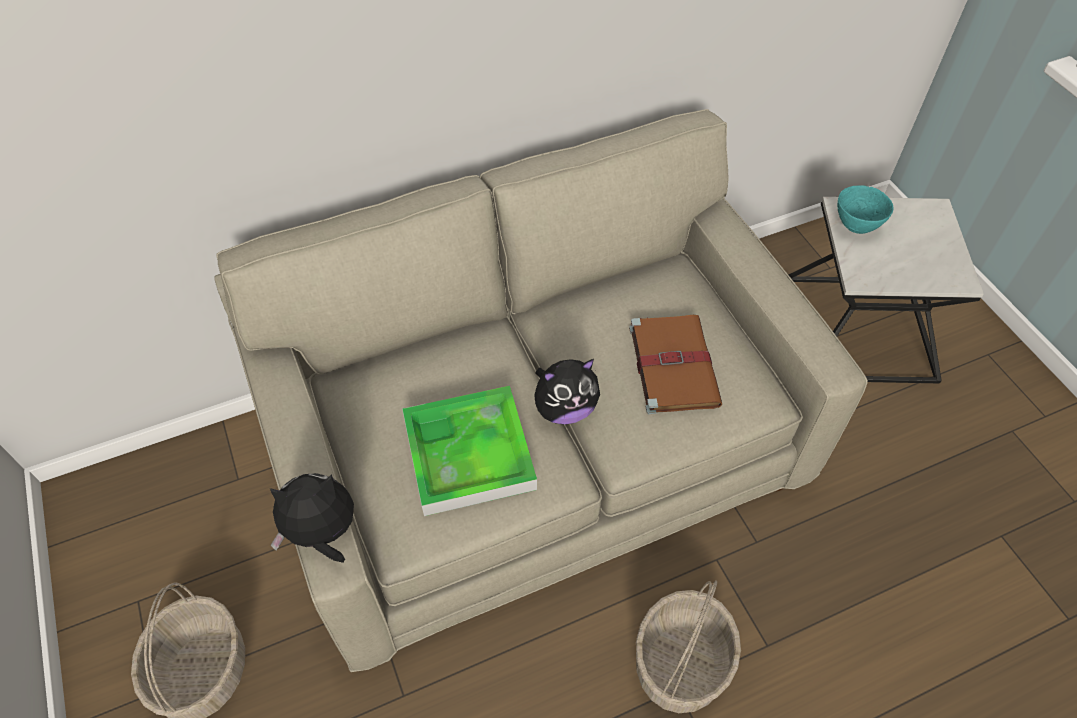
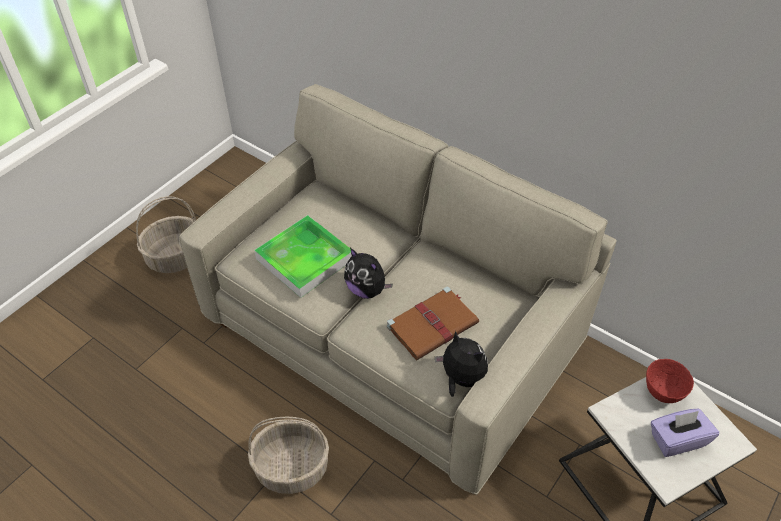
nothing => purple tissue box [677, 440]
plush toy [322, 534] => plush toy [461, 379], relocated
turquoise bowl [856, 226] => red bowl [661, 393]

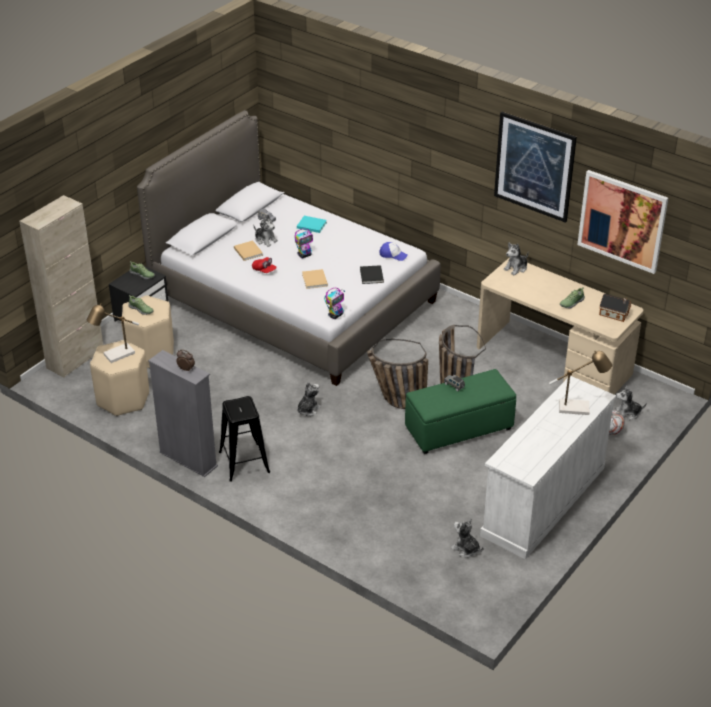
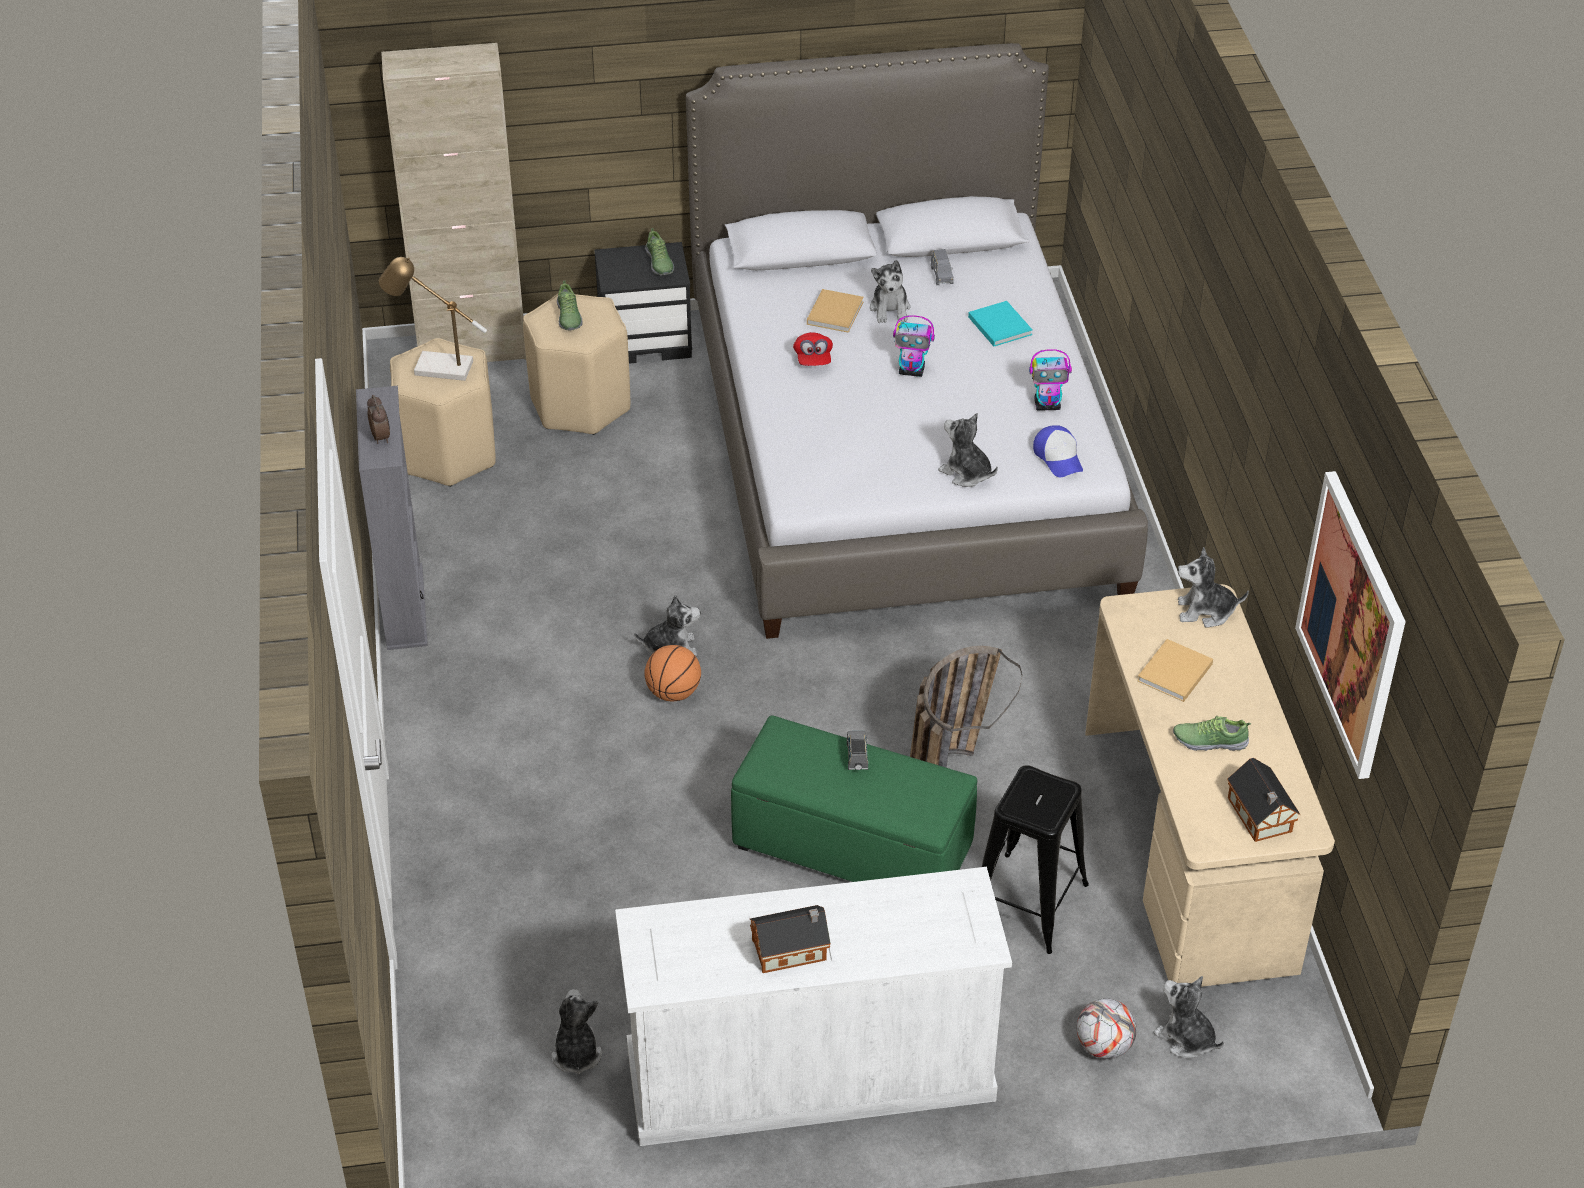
basket [395, 400] => nothing
picture [534, 166] => nothing
table lamp [578, 408] => nothing
nothing => basketball [673, 693]
nothing => toy house [792, 950]
black stool [244, 462] => black stool [1027, 902], relocated
beige book [314, 280] => beige book [1173, 674], relocated
toy robot [335, 315] => toy robot [1047, 405], relocated
black book [371, 276] => plush toy [966, 473]

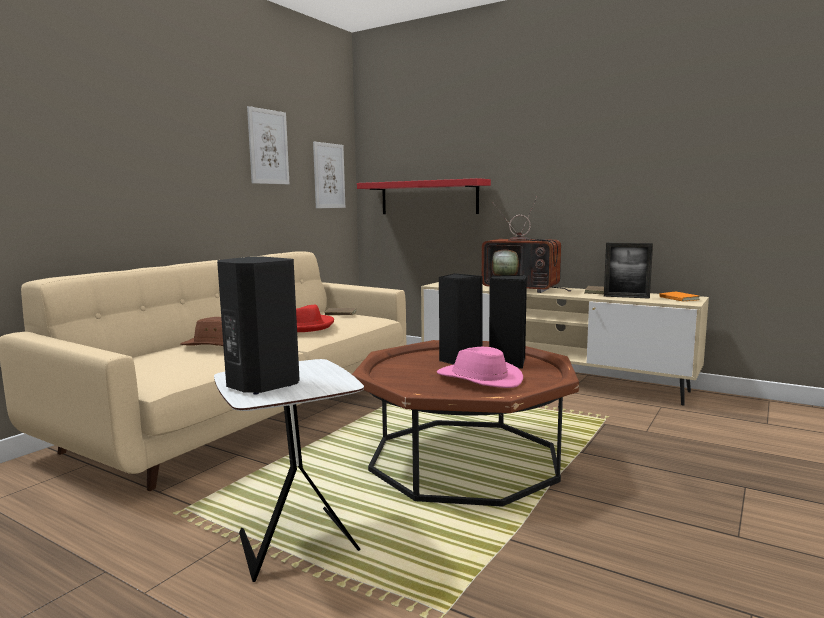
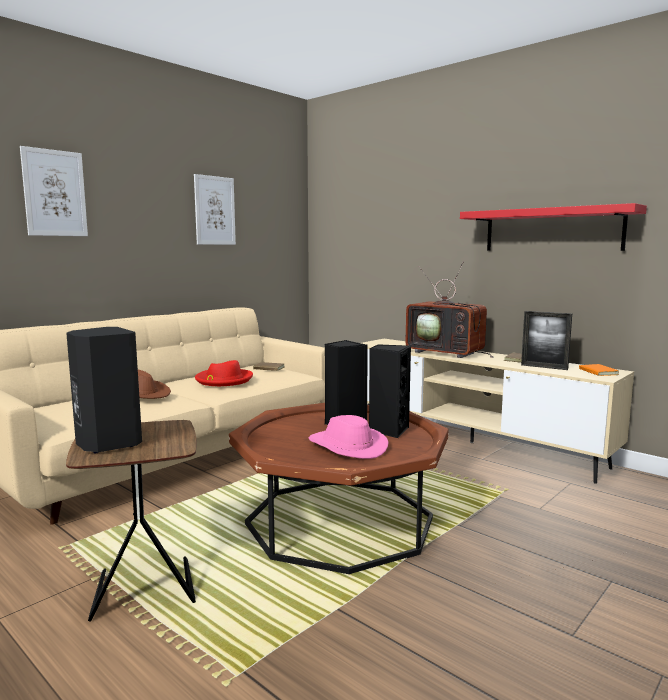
picture [329, 176] => picture [54, 193], relocated
red shelf [428, 197] => red shelf [552, 230], relocated
white side table [293, 541] => brown side table [143, 586]

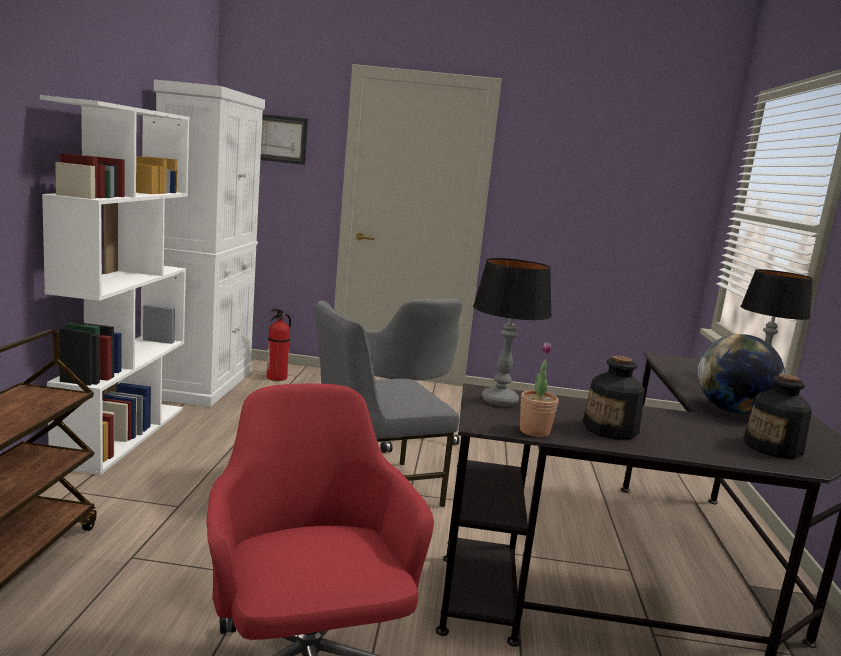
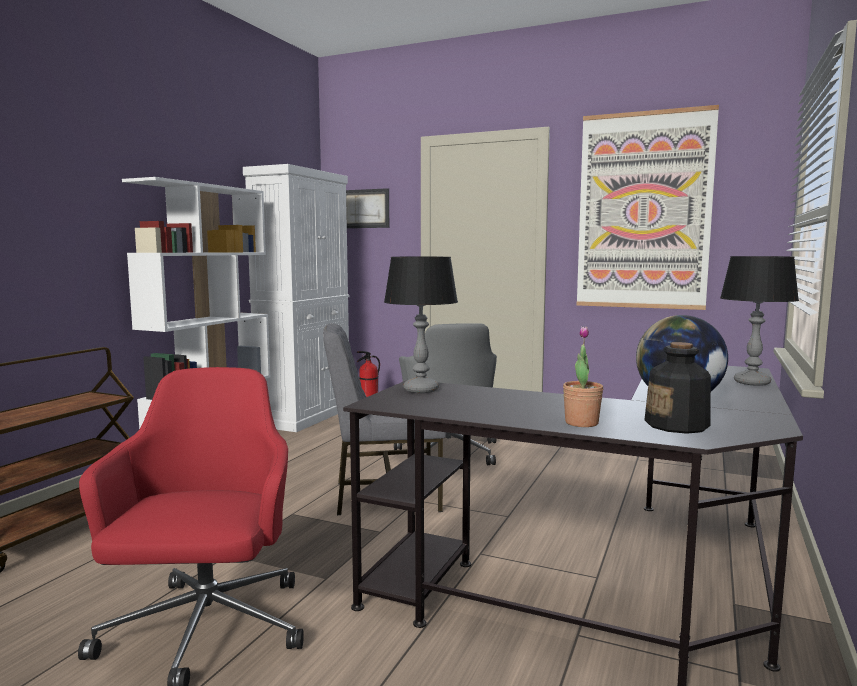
bottle [610, 429] => nothing
nothing => picture [643, 211]
potted plant [534, 431] => potted plant [581, 423], relocated

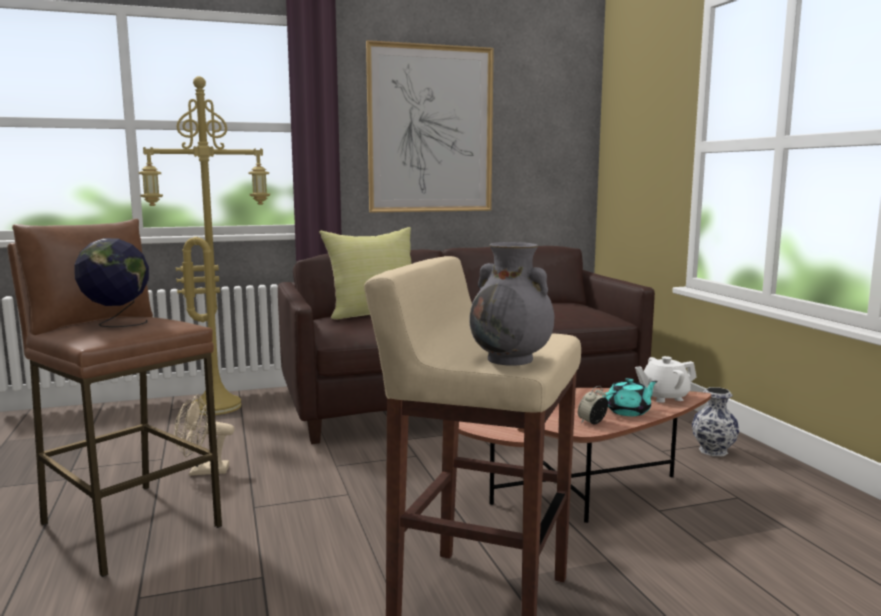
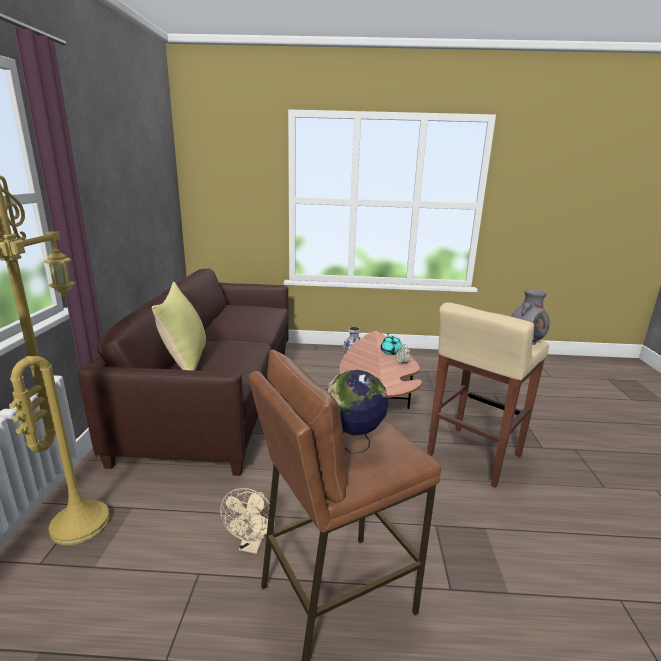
picture [430, 129] => nothing
white teapot [663, 397] => nothing

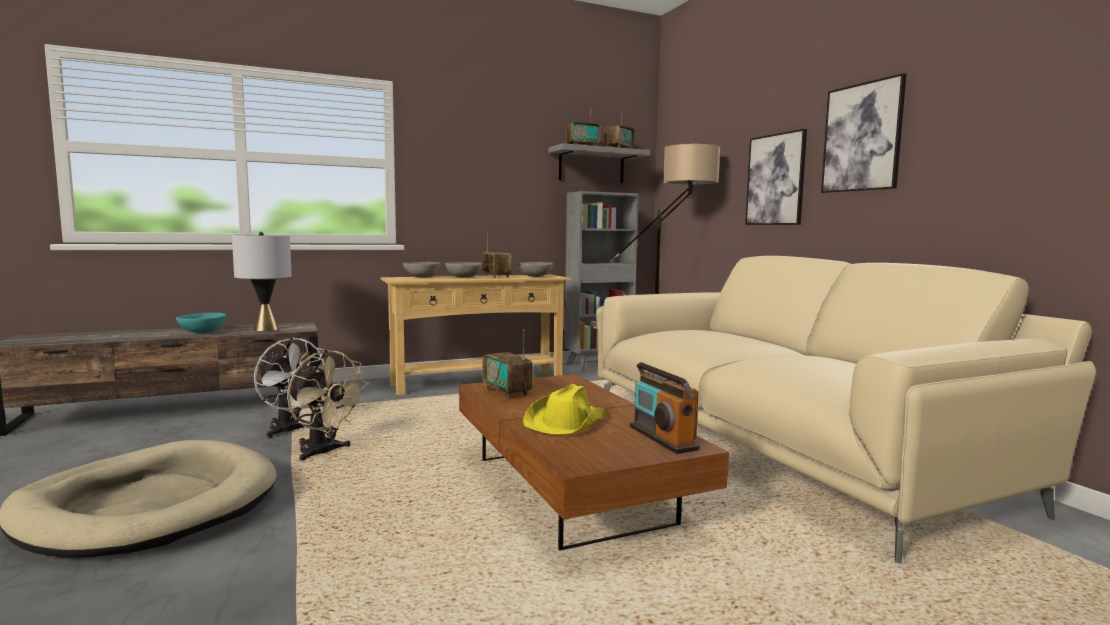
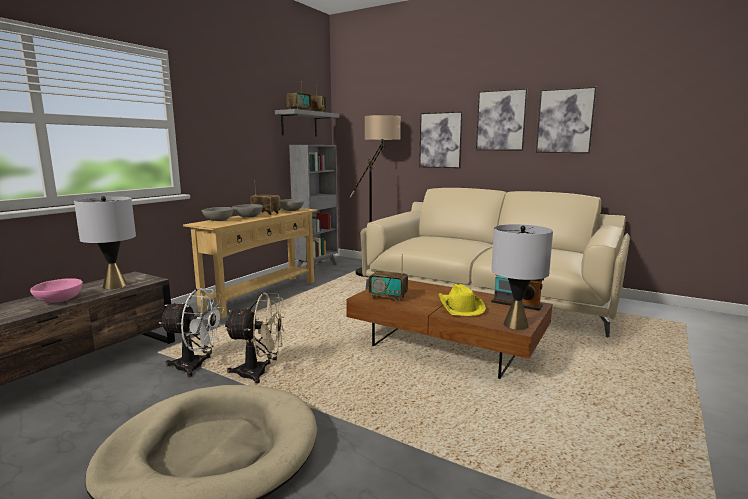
nothing => grey table lamp [515, 325]
nothing => picture [565, 121]
turquoise bowl [201, 332] => pink bowl [58, 301]

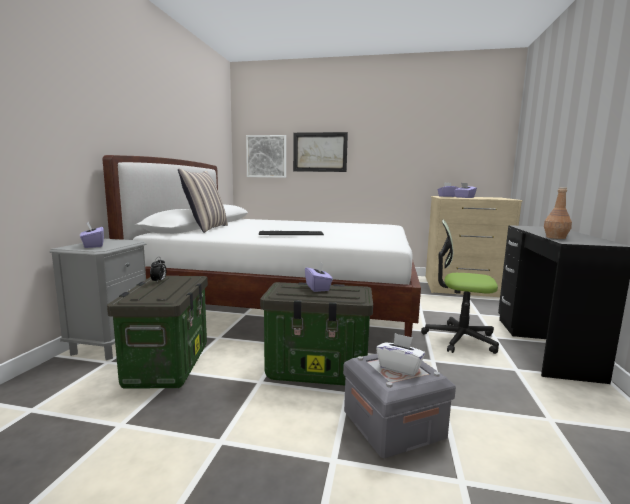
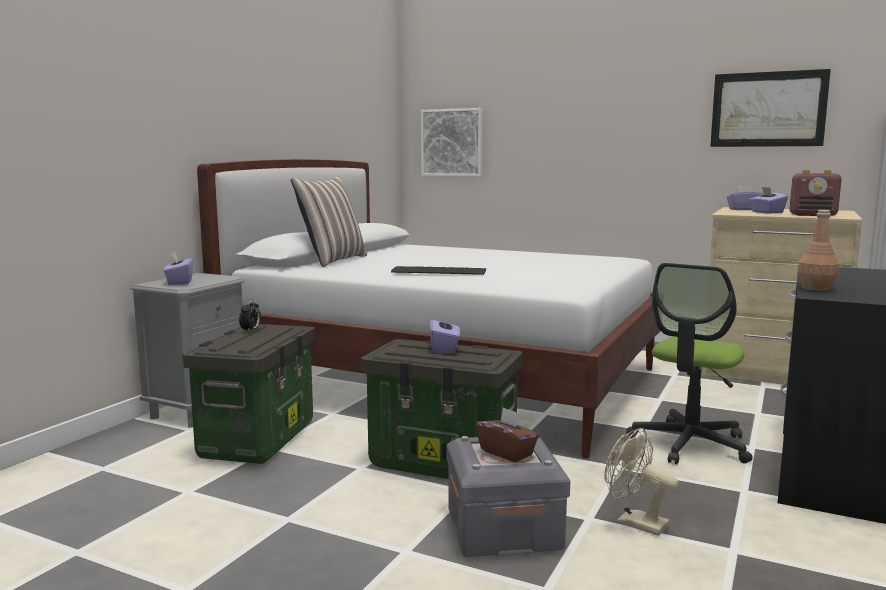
nothing => beige fan [634, 522]
nothing => radio [813, 215]
picture [320, 152] => picture [768, 109], relocated
white tissue box [400, 368] => brown tissue box [507, 452]
office chair [460, 338] => office chair [690, 444], 90 degrees counterclockwise

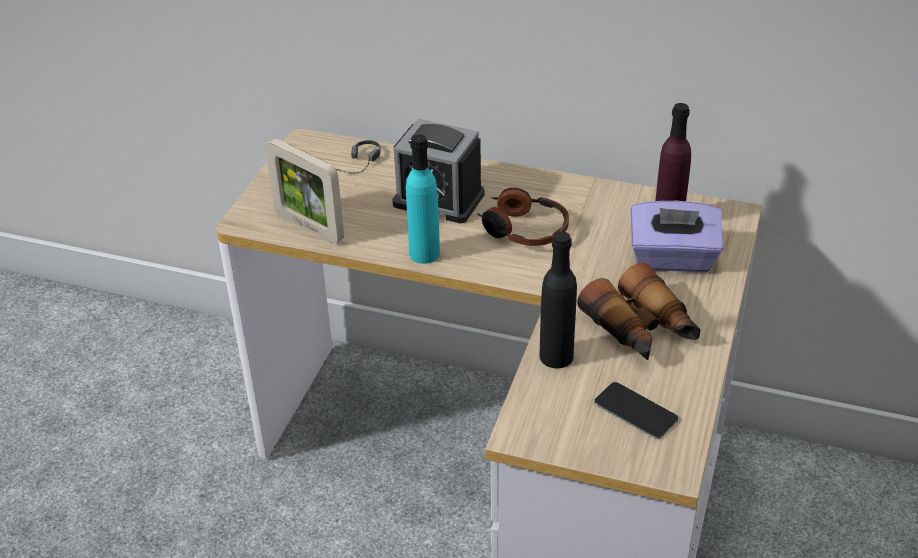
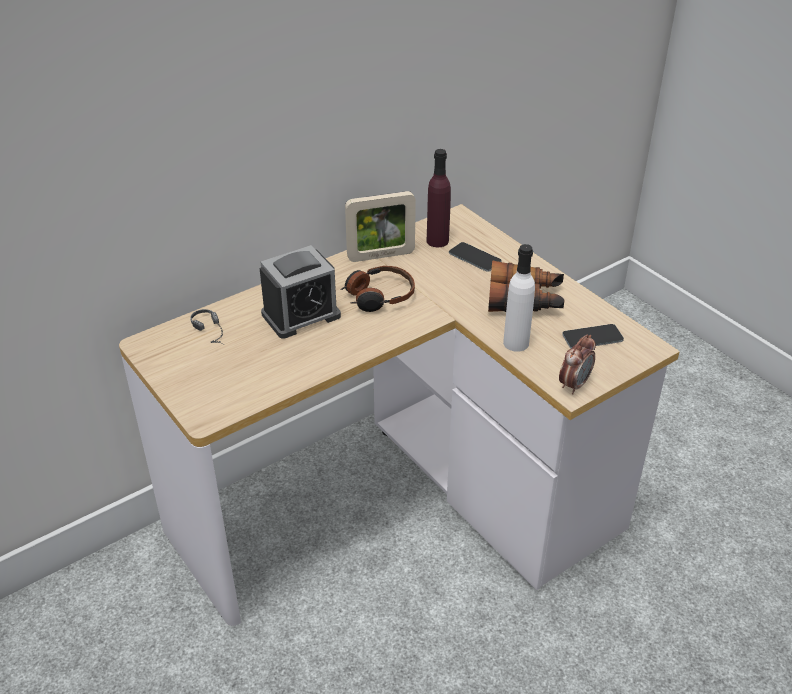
turquoise bottle [424, 254] => nothing
nothing => alarm clock [574, 384]
picture frame [309, 227] => picture frame [381, 255], relocated
purple tissue box [672, 259] => phone [474, 257]
black bottle [556, 356] => white bottle [516, 343]

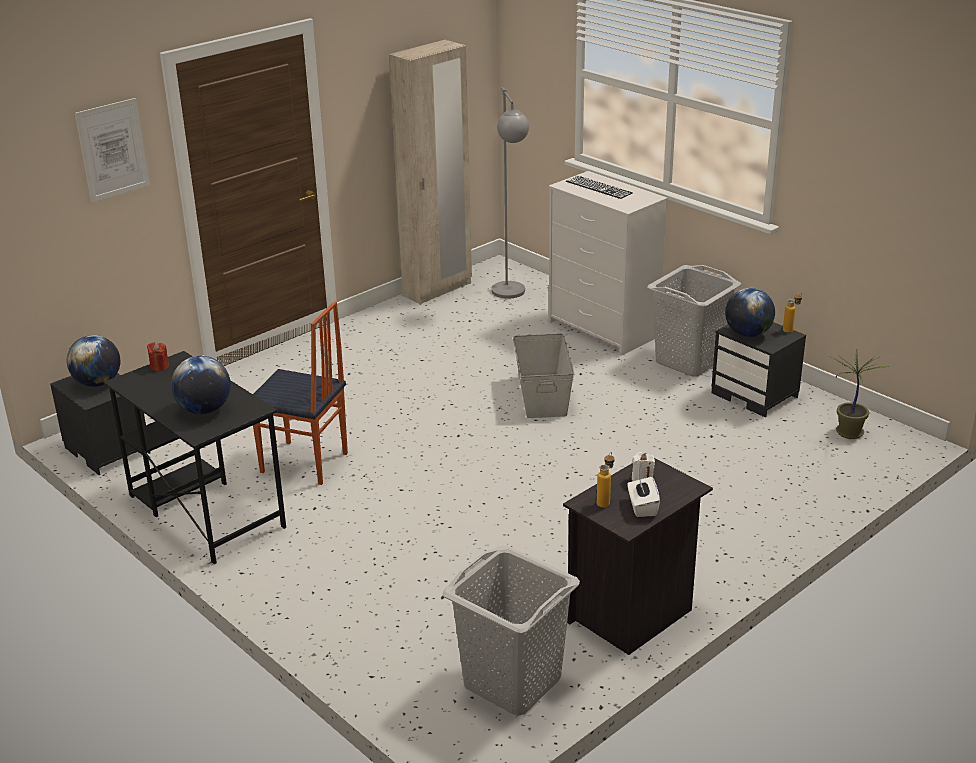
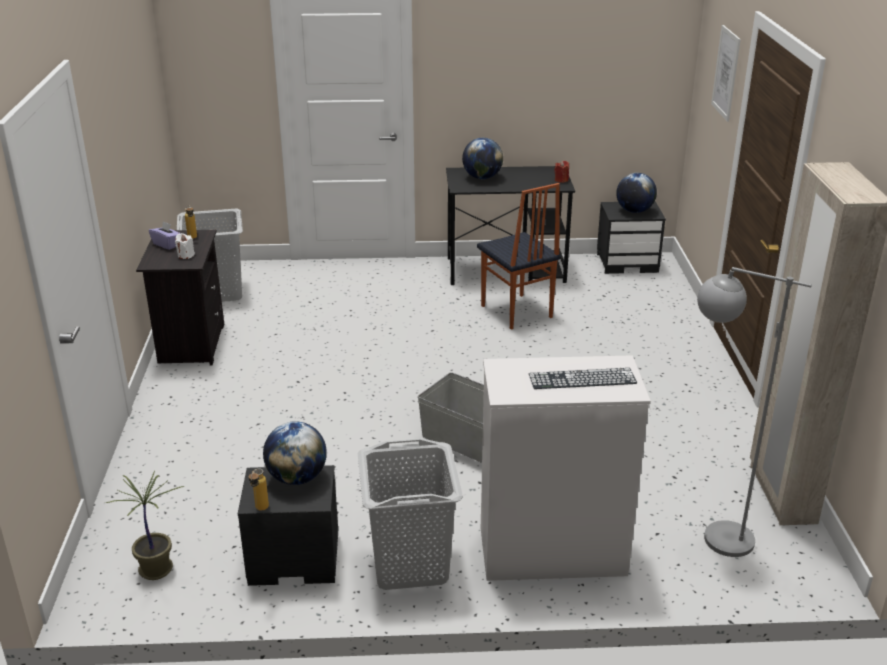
white tissue box [642, 507] => purple tissue box [167, 244]
chair [304, 464] => chair [515, 312], 90 degrees counterclockwise

